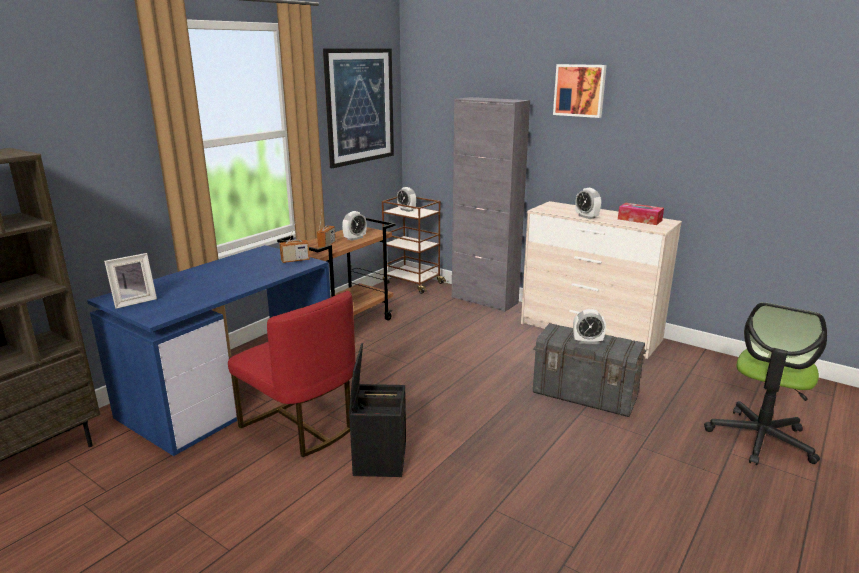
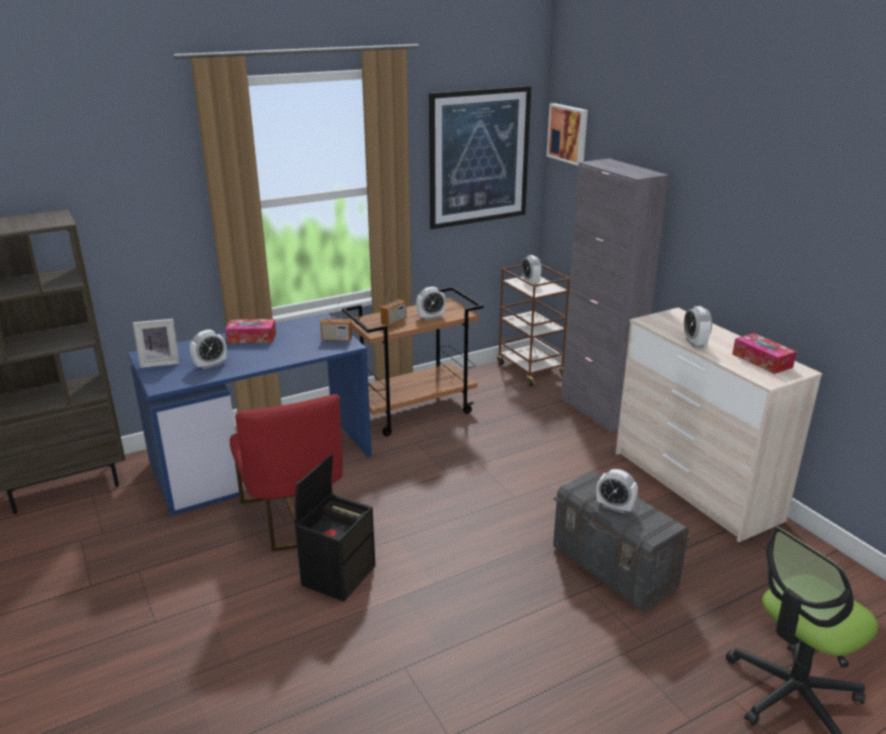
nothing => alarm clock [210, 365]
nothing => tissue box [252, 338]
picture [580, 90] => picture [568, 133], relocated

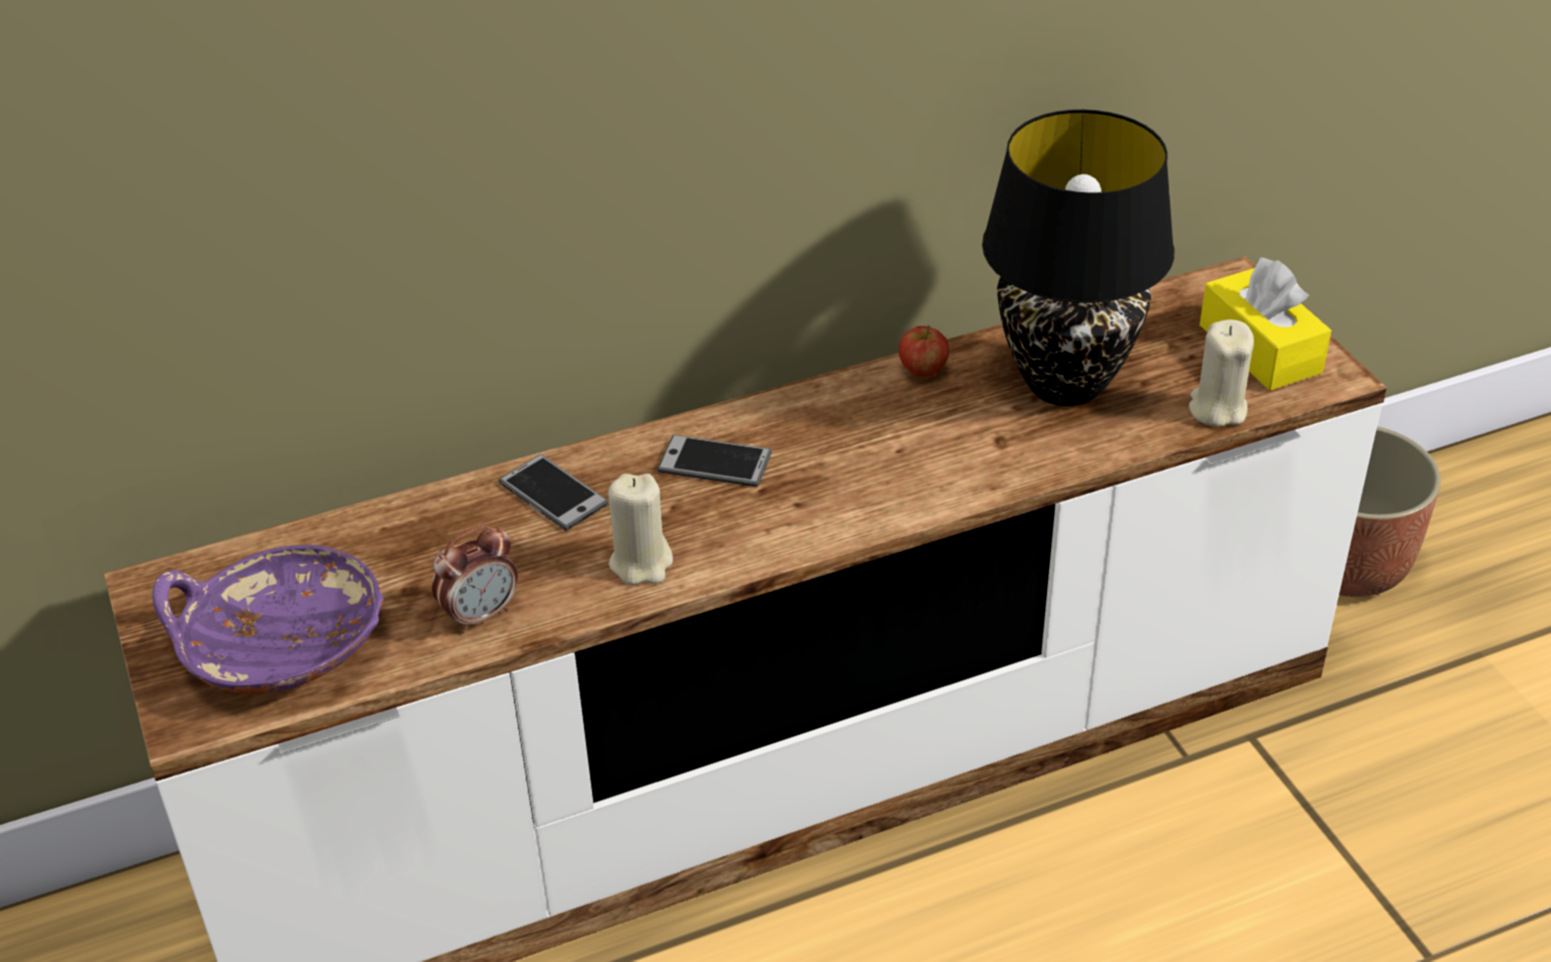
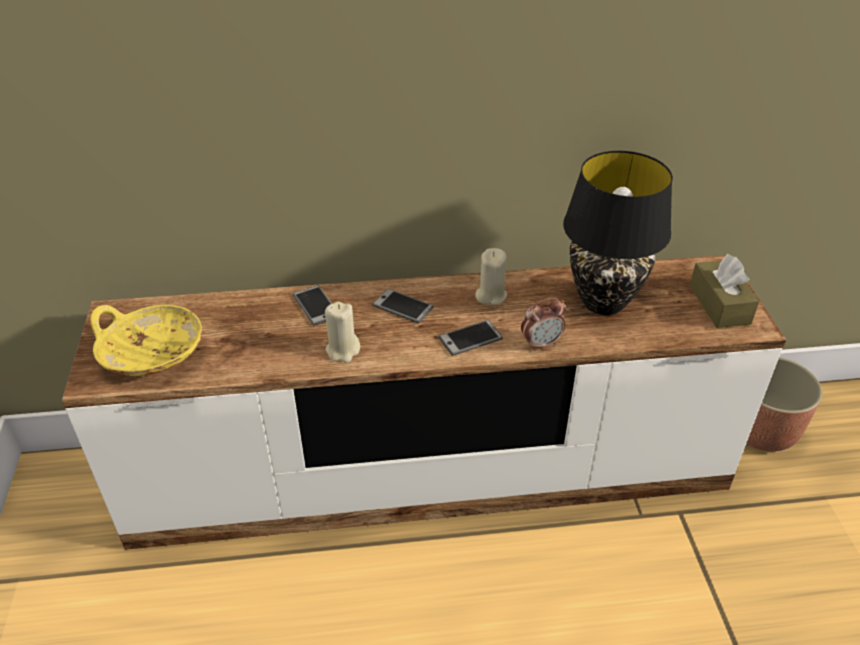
apple [922, 371] => nothing
nothing => phone [470, 338]
alarm clock [481, 615] => alarm clock [541, 344], relocated
beige candle [1217, 409] => beige candle [490, 295], relocated
purple bowl [279, 646] => yellow bowl [150, 353]
yellow tissue box [1260, 349] => brown tissue box [719, 304]

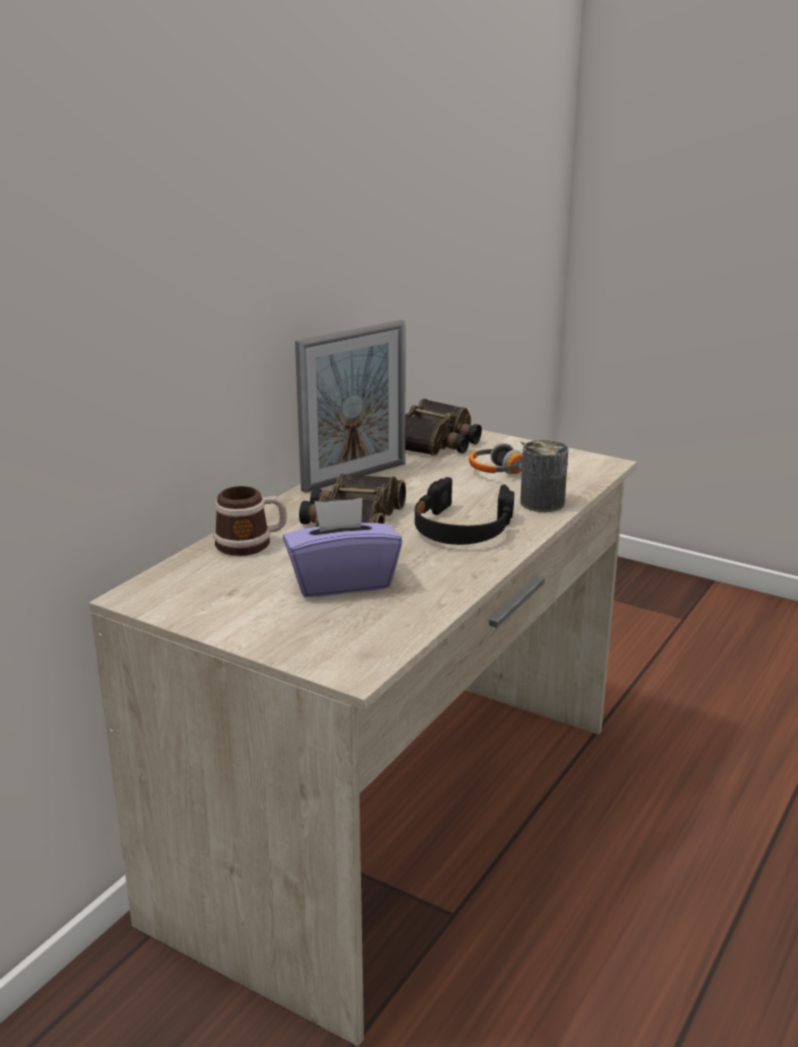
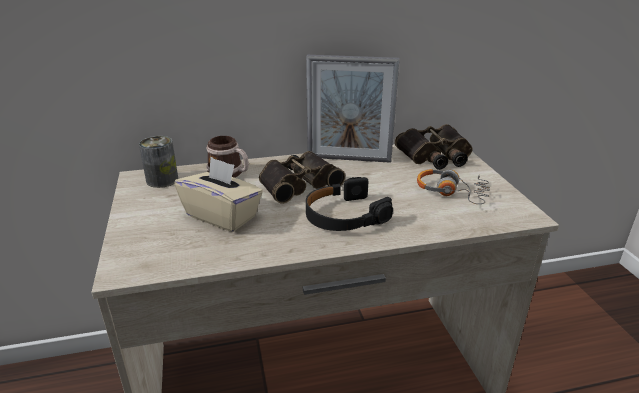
can [542, 503] => can [162, 180], relocated
purple tissue box [342, 581] => beige tissue box [222, 215]

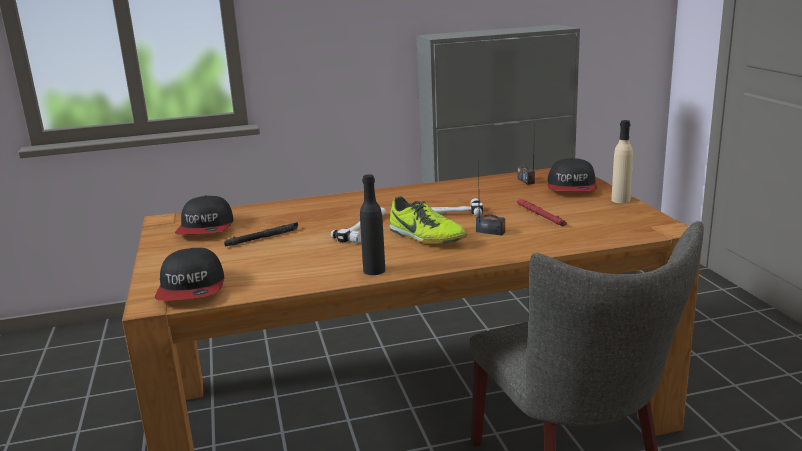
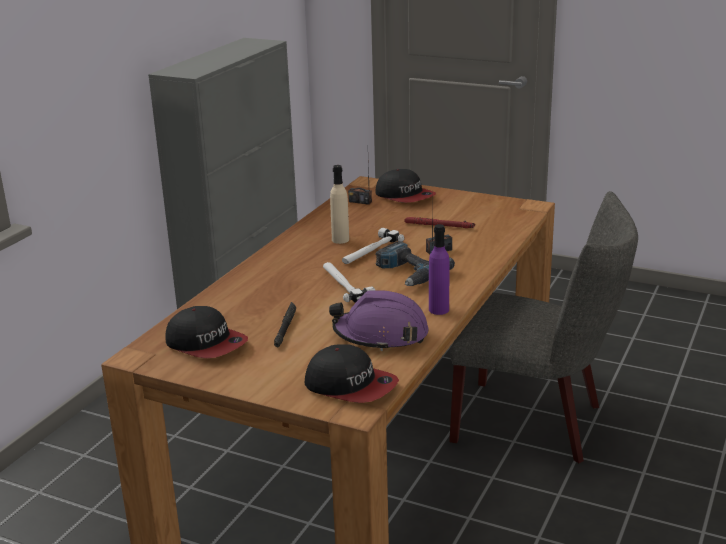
nothing => purple hard hat [381, 335]
beige bottle [620, 200] => beige bottle [340, 240], relocated
shoe [426, 237] => power drill [408, 273]
black bottle [374, 270] => purple bottle [439, 310]

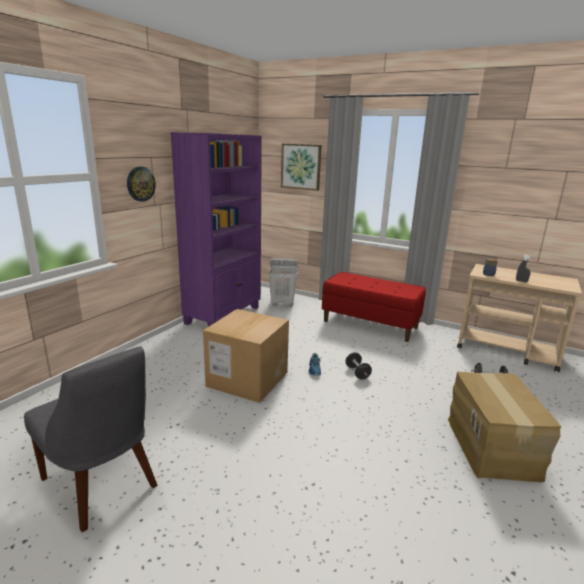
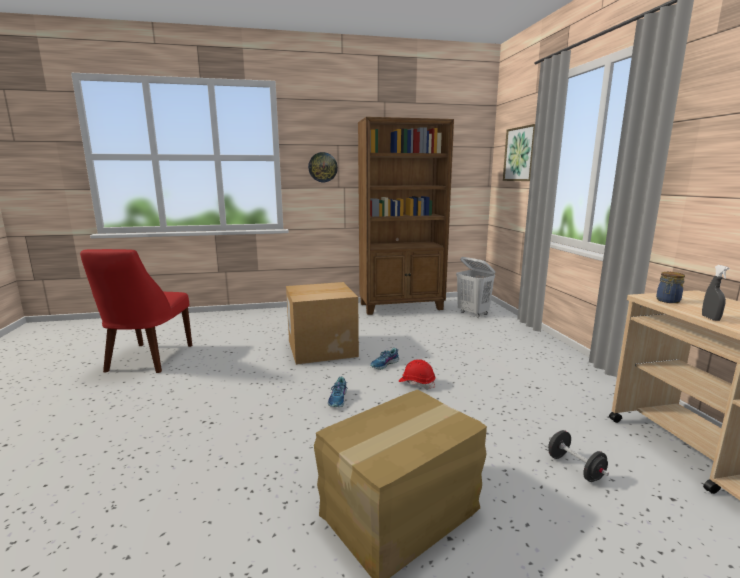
red bench [370, 324] => nothing
nothing => shoe [338, 399]
black dumbbell [357, 373] => red hard hat [416, 383]
grey chair [102, 485] => red chair [147, 359]
purple bookcase [224, 315] => brown bookcase [402, 307]

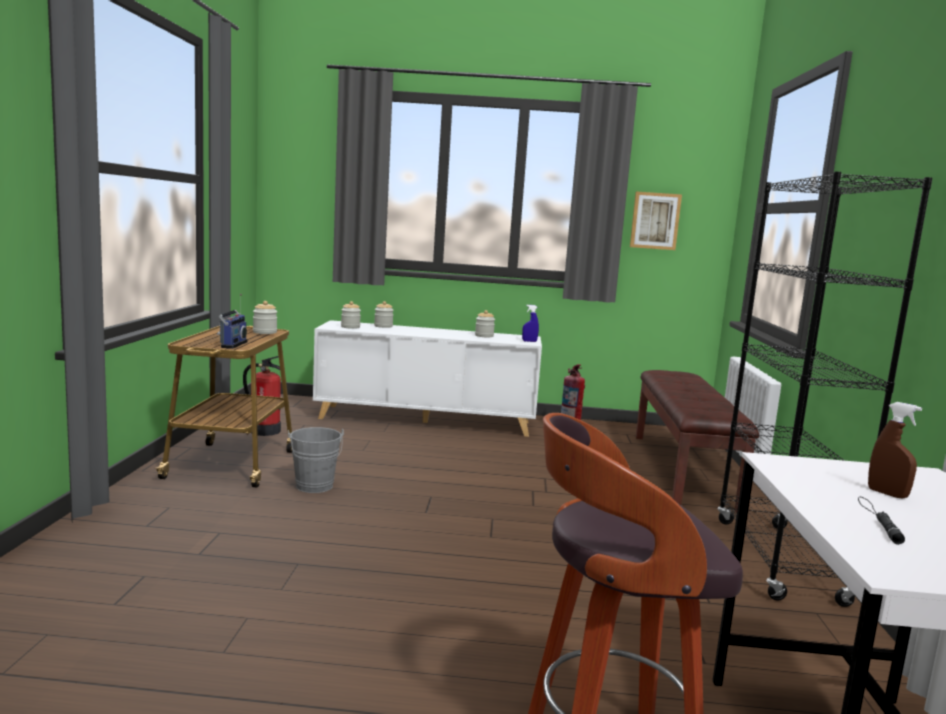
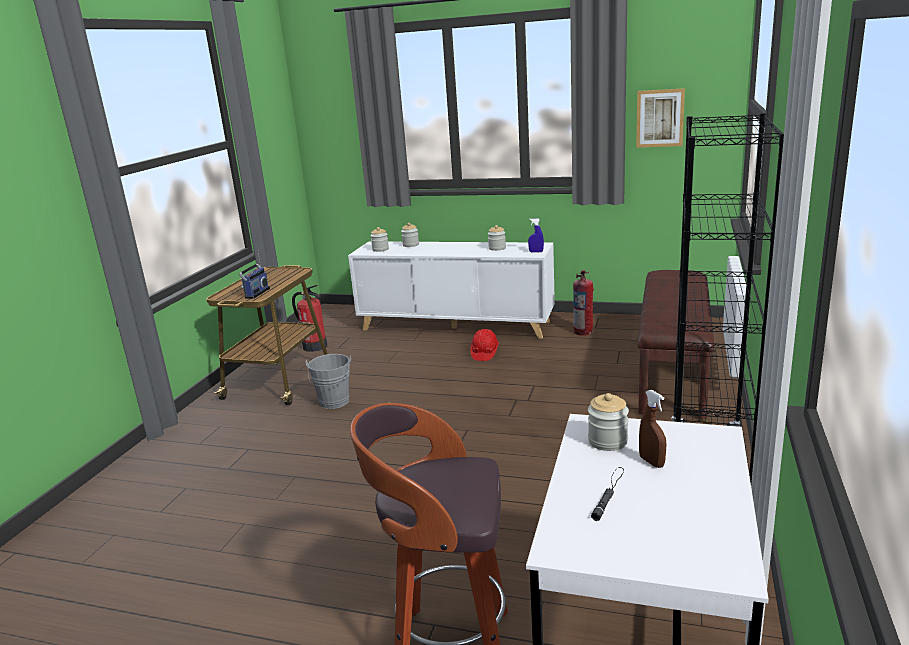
nothing => red hard hat [484, 353]
jar [265, 332] => jar [607, 441], relocated

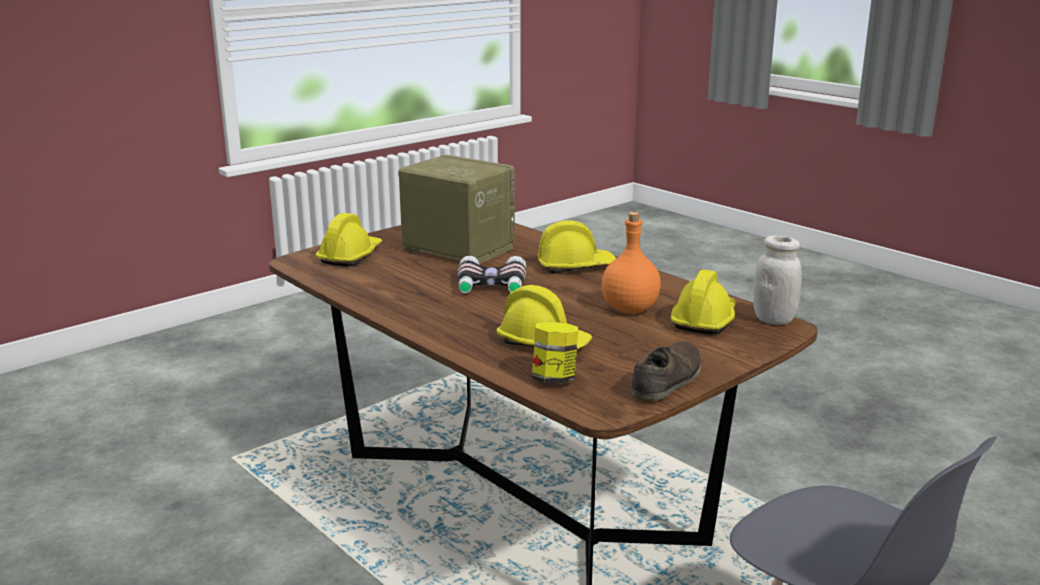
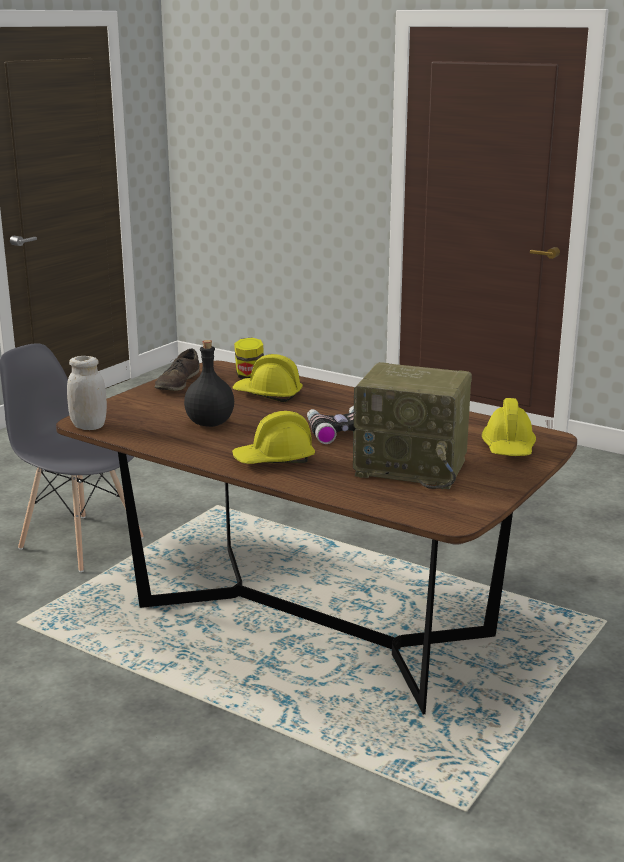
yellow hard hat [704, 320] => nothing
orange bottle [629, 309] => black bottle [210, 423]

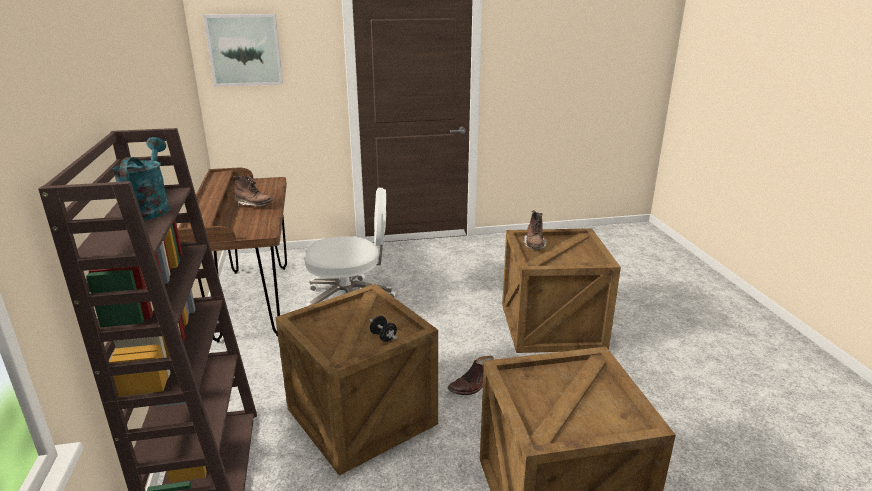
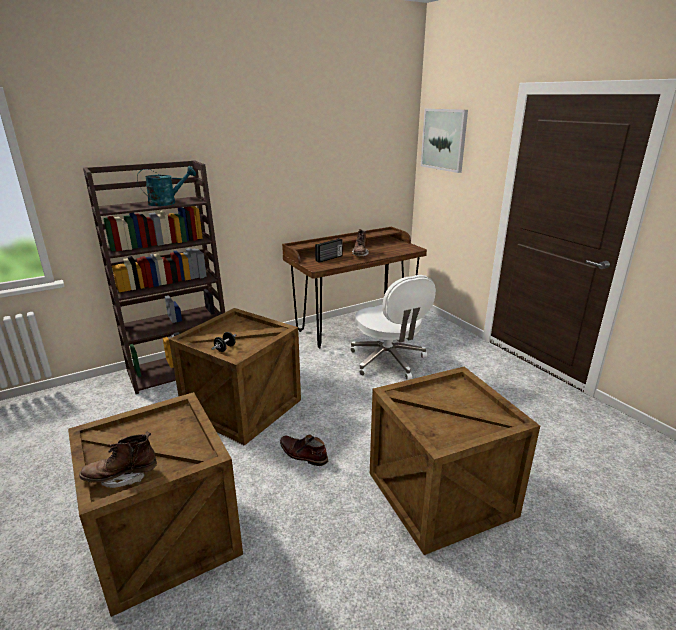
nothing => radio [329, 258]
brown boot [534, 245] => brown boot [122, 477], relocated

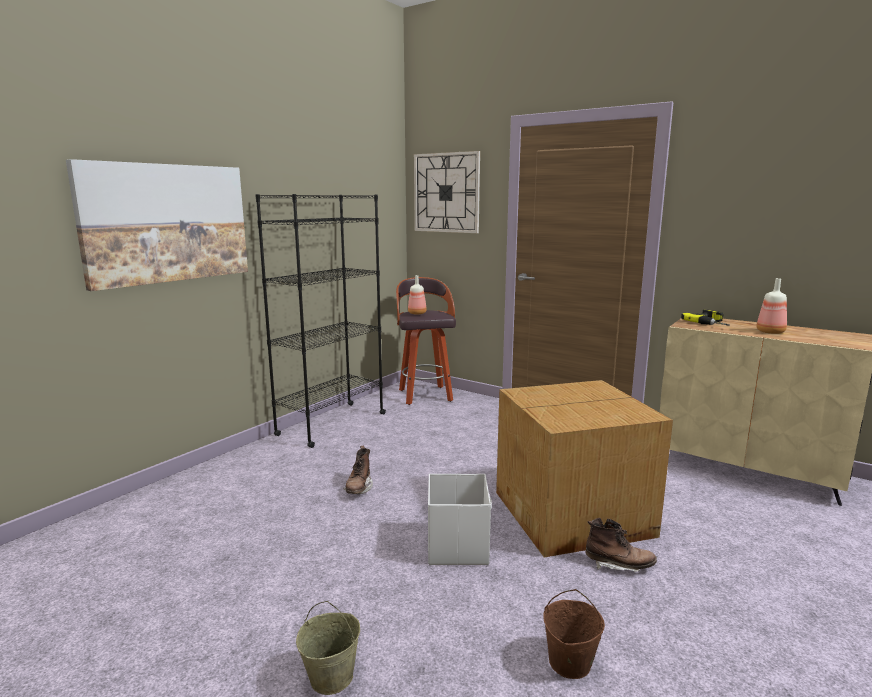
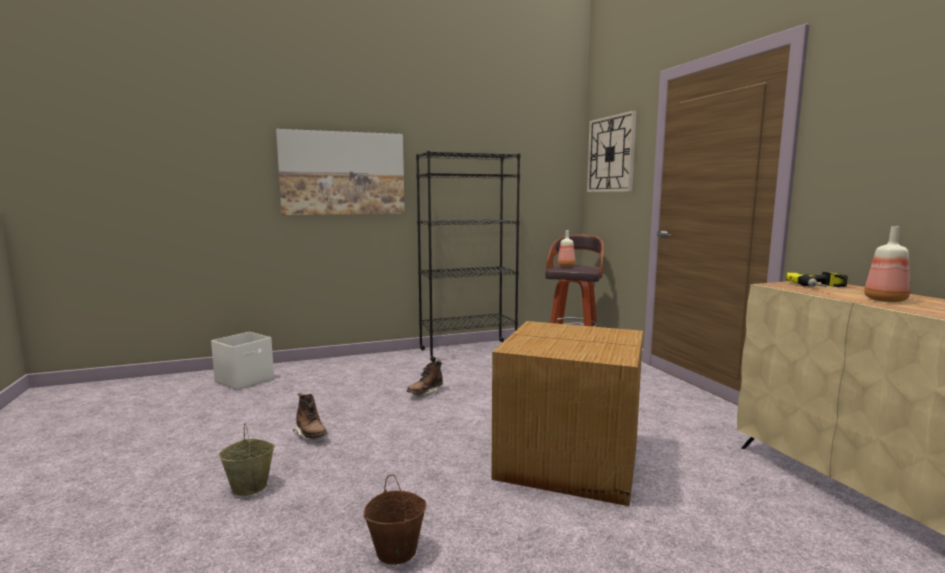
white storage box [458, 546] => white storage box [245, 380], relocated
brown boot [618, 565] => brown boot [311, 435], relocated

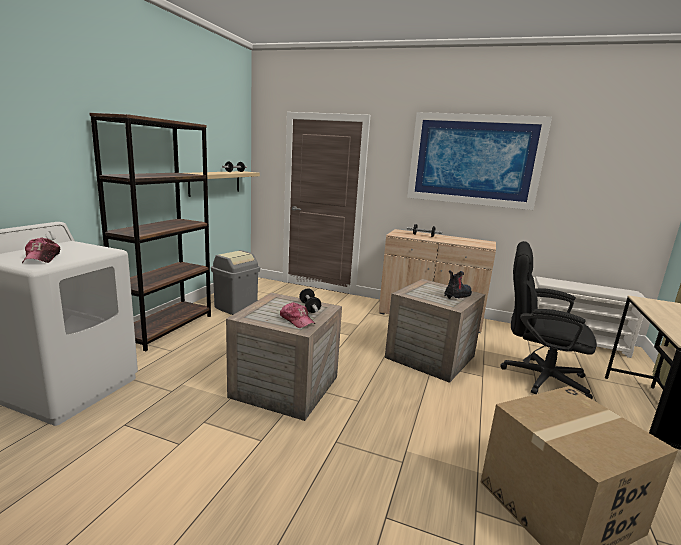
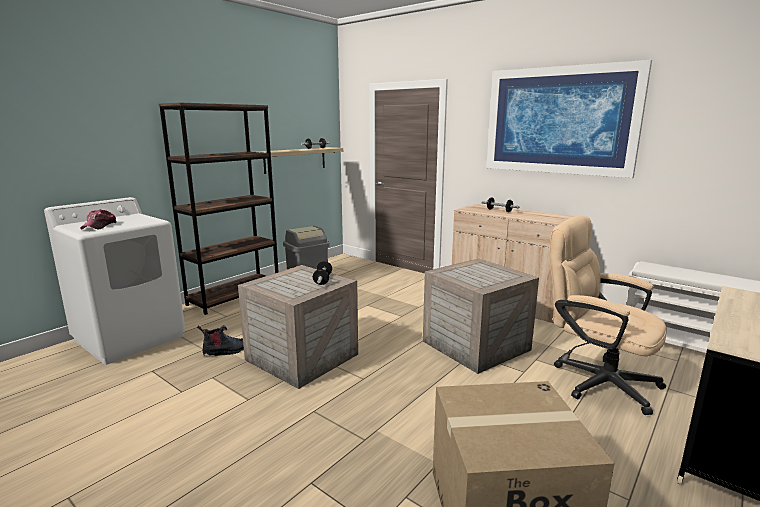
cap [297, 320] => nothing
boot [457, 295] => boot [226, 351], relocated
black office chair [536, 376] => beige office chair [595, 380]

